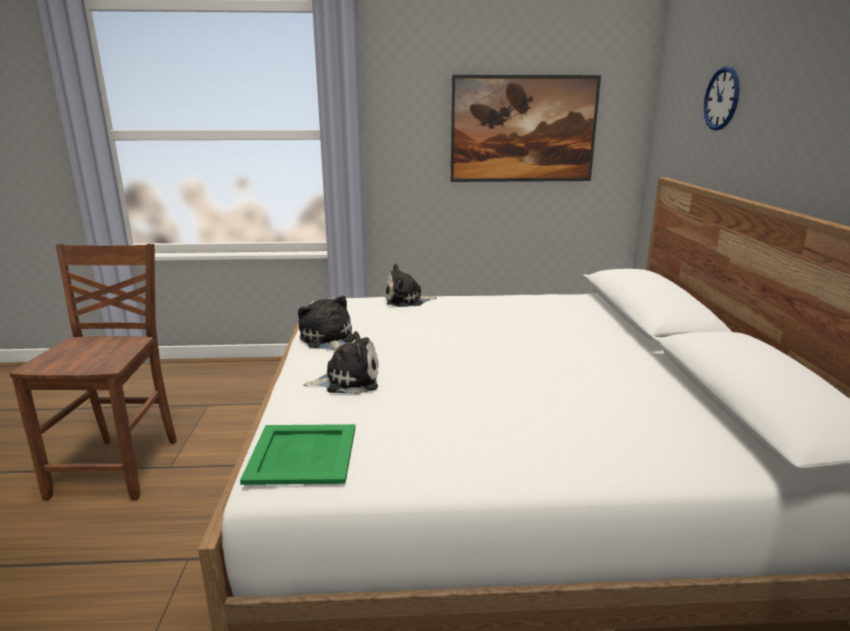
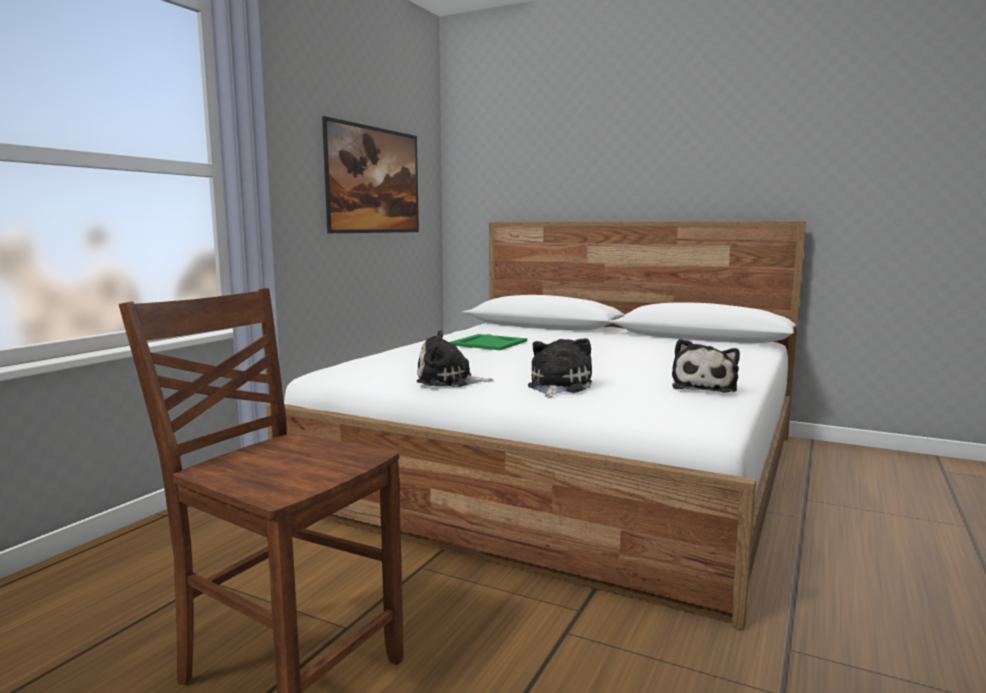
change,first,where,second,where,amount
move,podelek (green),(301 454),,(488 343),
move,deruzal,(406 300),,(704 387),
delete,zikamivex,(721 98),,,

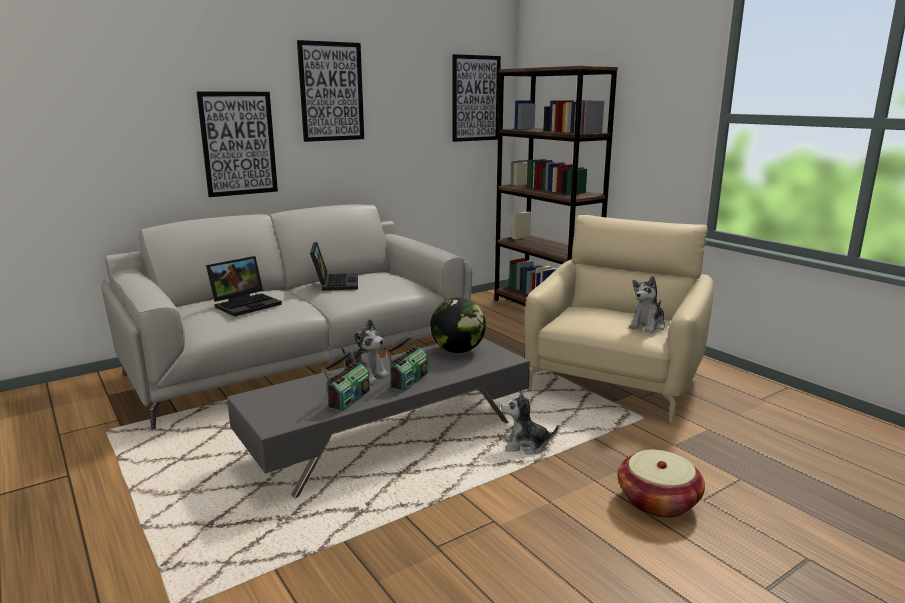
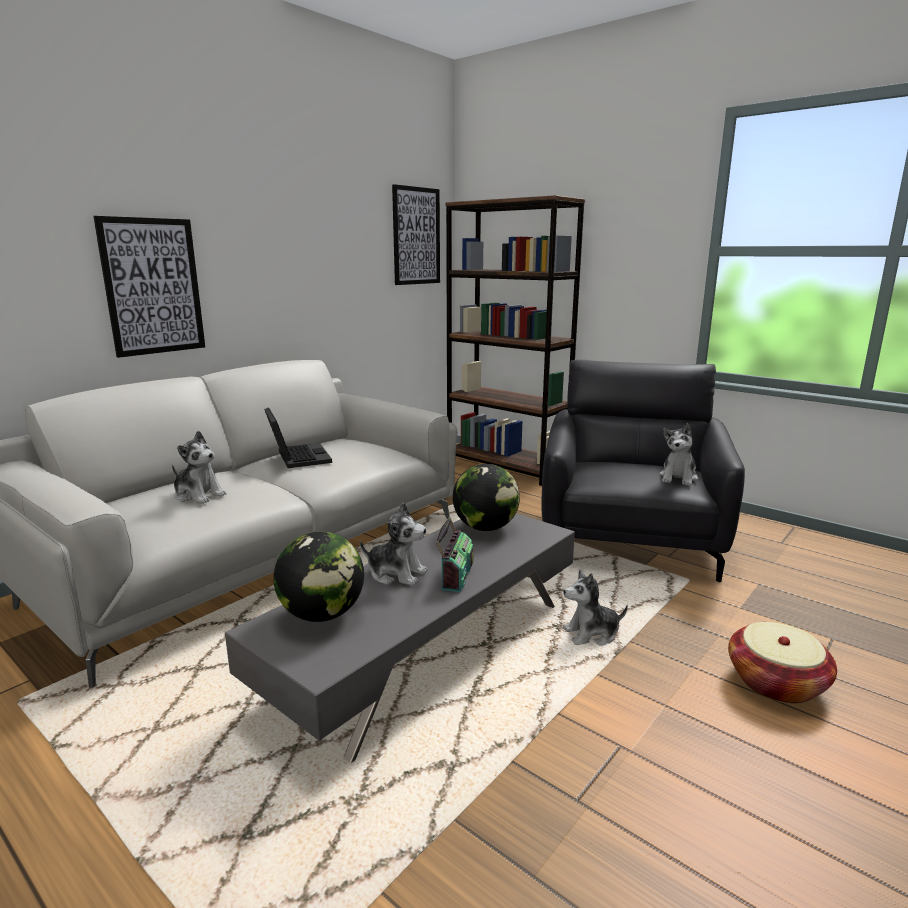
change,first,where,second,where,amount
replace,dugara,(247 304),deruzal,(199 495),
delete,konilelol,(331 92),,,
delete,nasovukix,(348 399),,,
recolor,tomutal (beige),(614 381),tomutal (black),(630 540),
insert,,,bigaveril,(322 614),

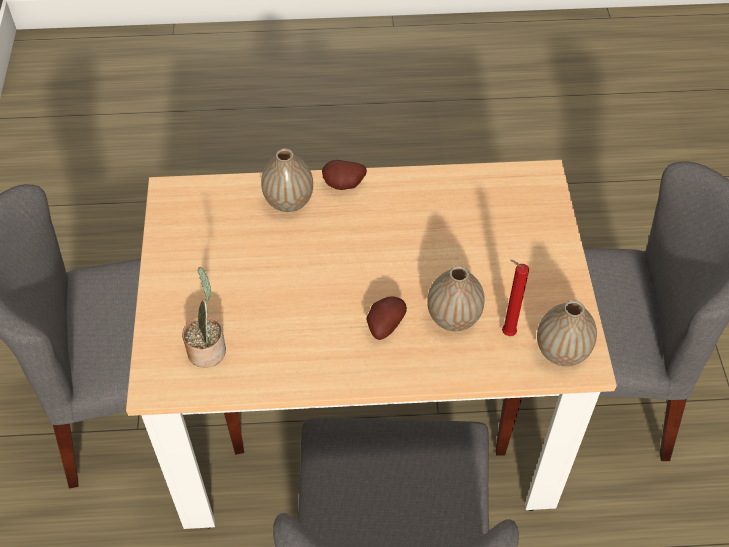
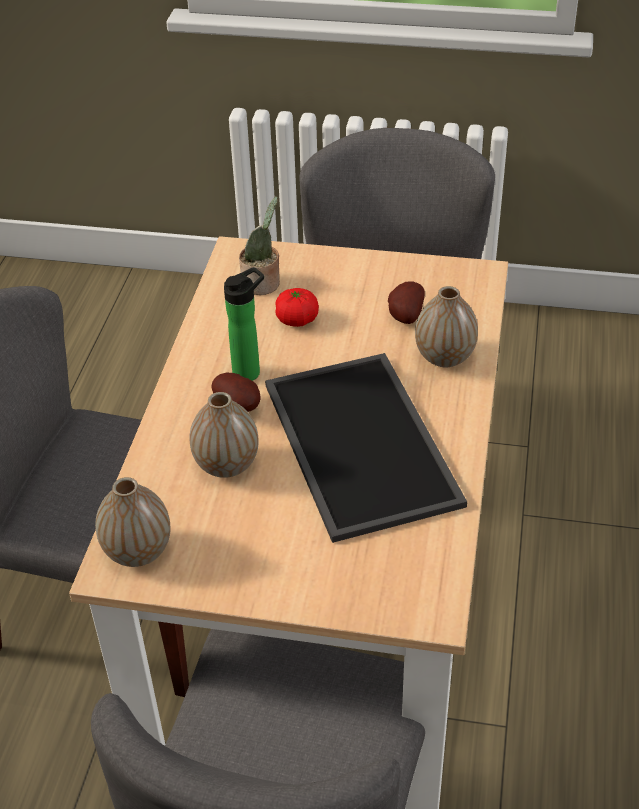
change,first,where,second,where,amount
move,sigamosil,(344 186),,(404 316),
delete,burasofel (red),(506 333),,,
insert,,,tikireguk,(250 371),
insert,,,podelek,(365 444),
insert,,,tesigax,(297 320),

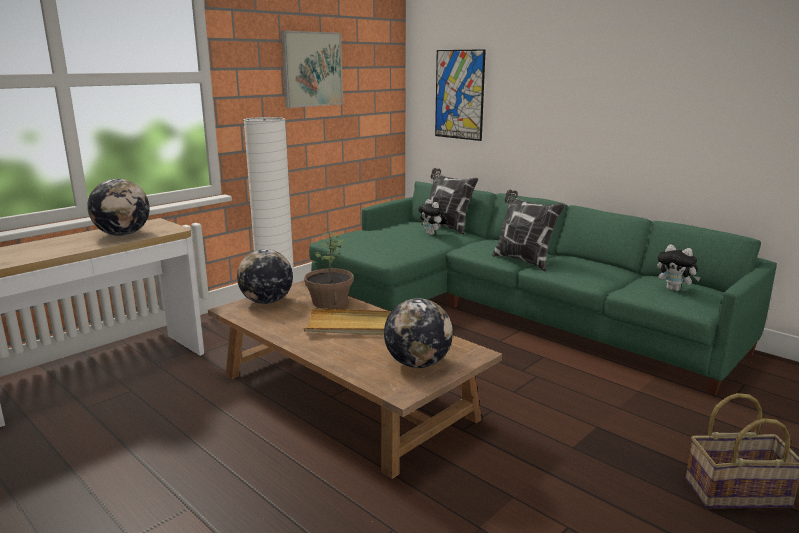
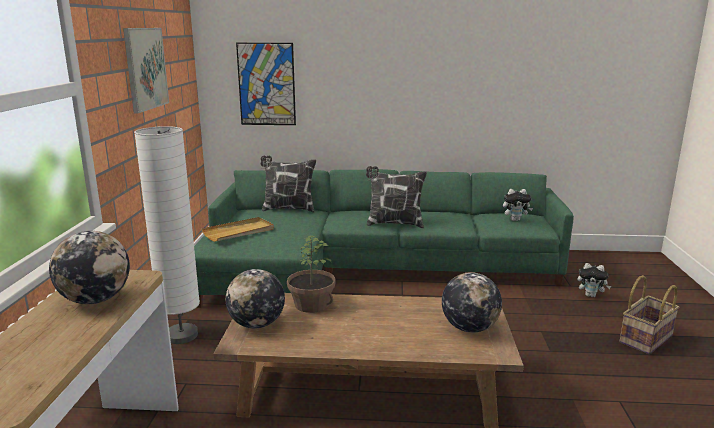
change,first,where,second,where,amount
move,podelek (beige),(352 326),,(239 232),
move,deruzal,(432 234),,(591 295),

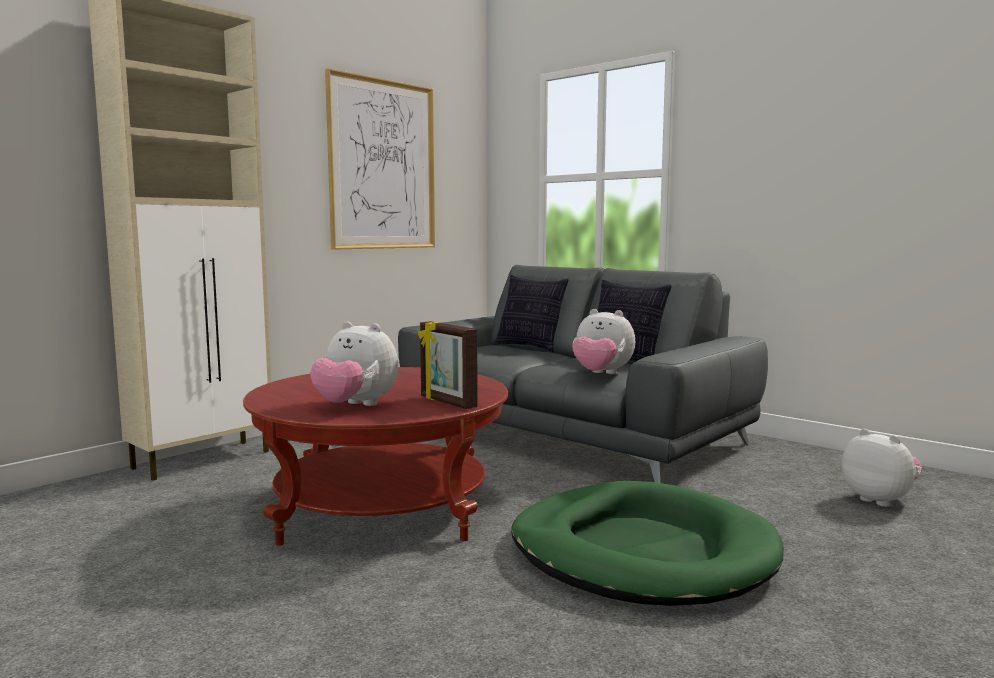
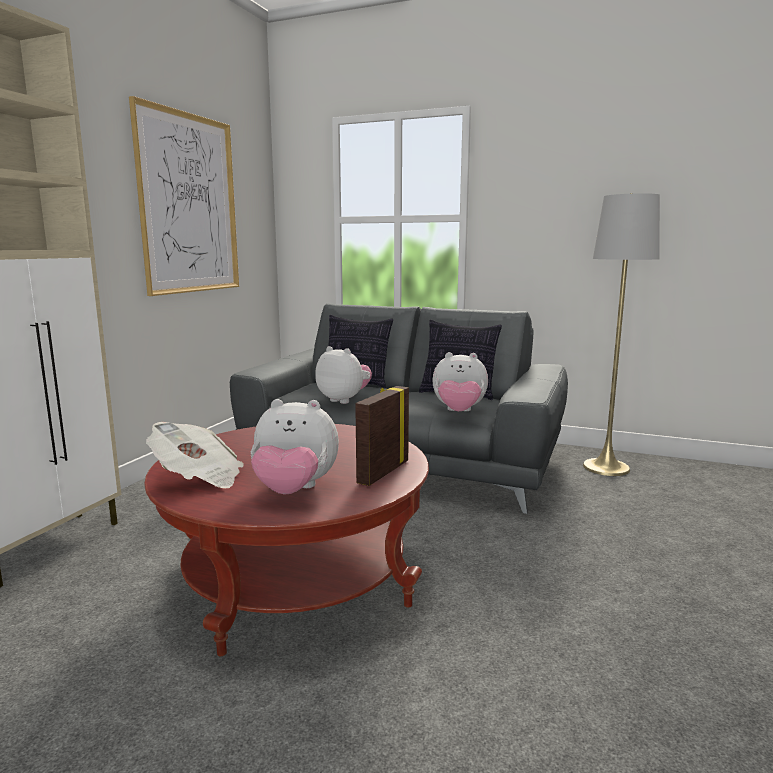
change,first,where,second,where,amount
rotate,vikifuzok,(447 402),,(382 472),90 degrees clockwise
delete,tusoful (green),(641 552),,,
move,deruzal,(880 500),,(344 400),
insert,,,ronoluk,(199 477),
insert,,,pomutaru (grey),(606 467),

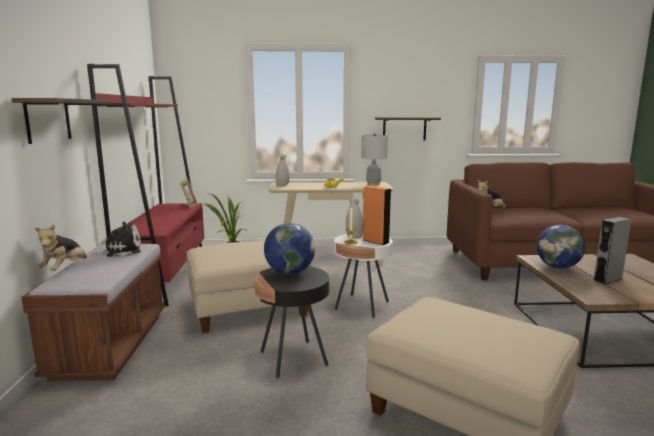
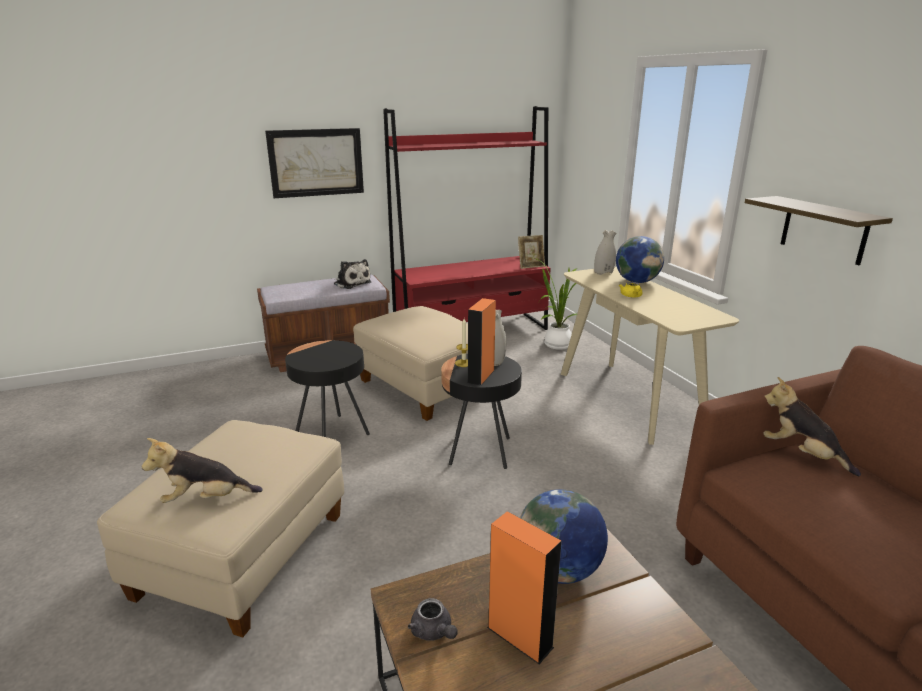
change,first,where,second,where,amount
replace,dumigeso,(48 120),konilelol,(316 162),
move,deruzal,(64 269),,(206 499),
move,bigaveril,(289 272),,(637 281),
recolor,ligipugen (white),(362 305),ligipugen (black),(480 451),
delete,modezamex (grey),(373 184),,,
recolor,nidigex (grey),(607 279),nidigex (orange),(519 637),
insert,,,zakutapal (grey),(433 632),

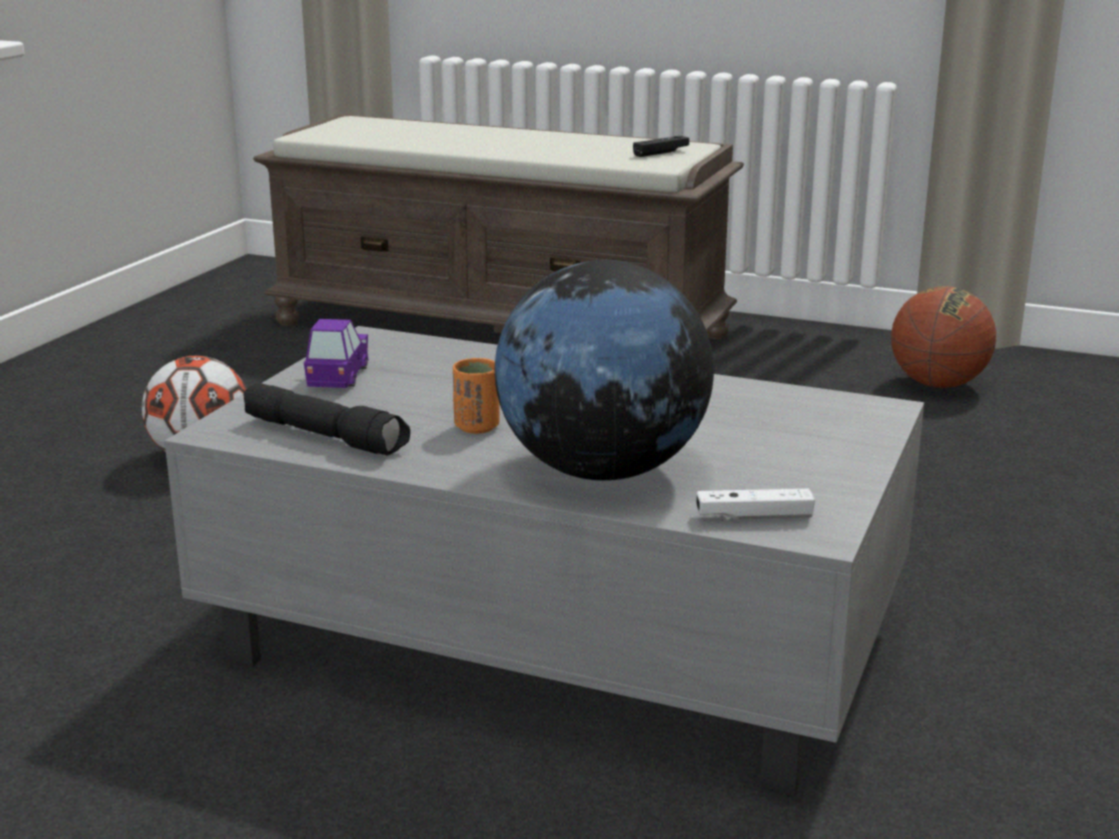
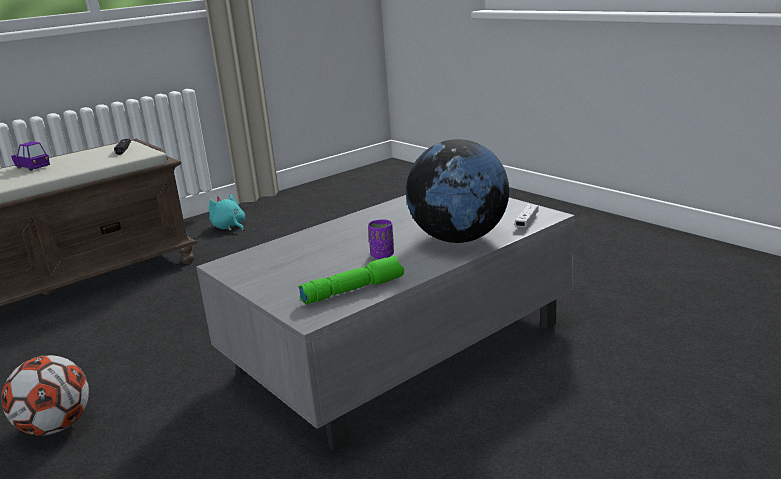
change,first,where,second,where,amount
recolor,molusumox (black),(327 436),molusumox (green),(353 290),
move,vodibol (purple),(338 376),,(32 167),
recolor,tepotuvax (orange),(477 427),tepotuvax (purple),(382 255),
delete,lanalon,(938 384),,,
insert,,,deruzal (turquoise),(229 227),

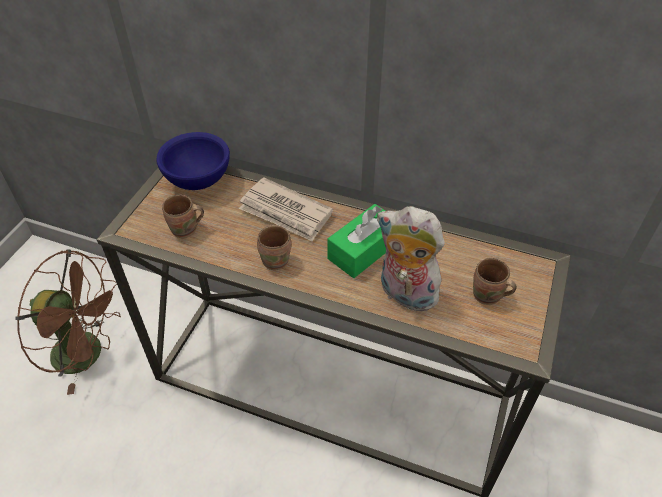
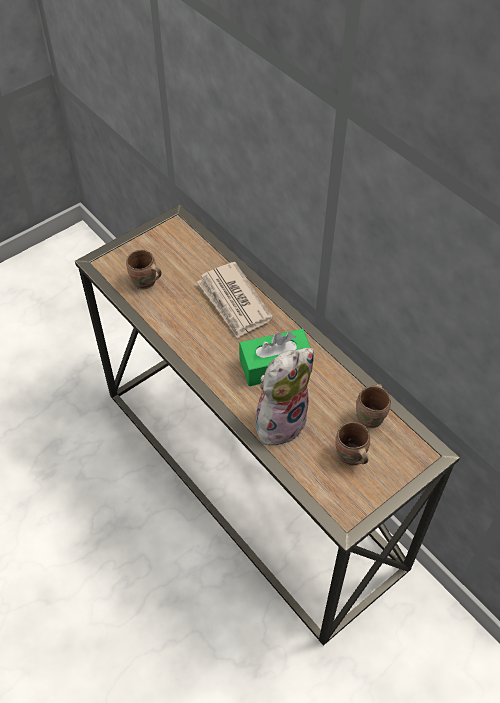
change,first,where,second,where,amount
delete,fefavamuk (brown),(88 354),,,
delete,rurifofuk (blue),(198 181),,,
move,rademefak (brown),(277 259),,(372 417),
rotate,deruzal,(404 294),,(280 420),75 degrees clockwise

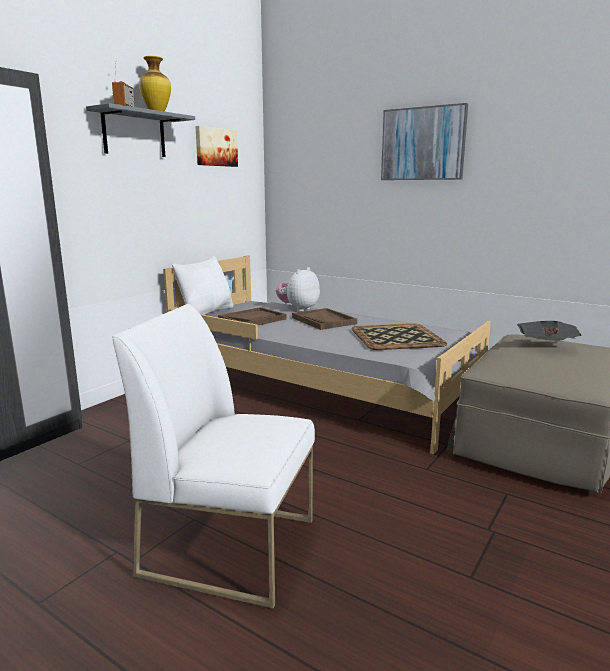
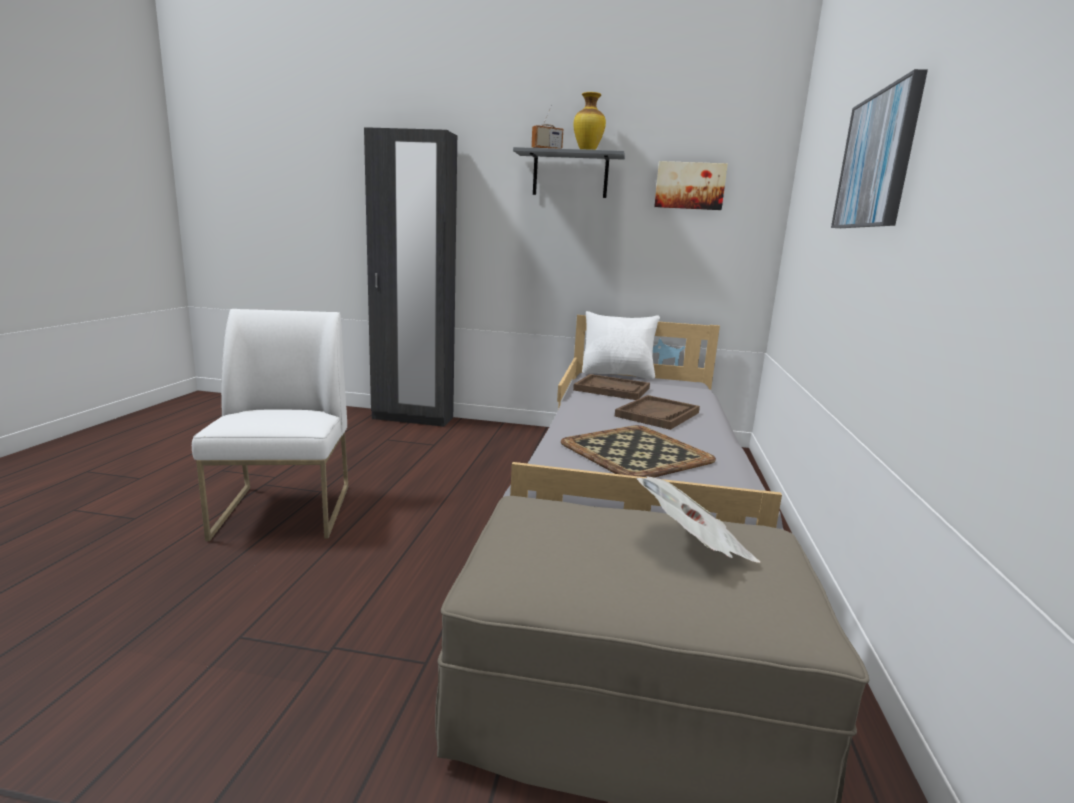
change,first,where,second,where,amount
delete,deruzal,(298 309),,,

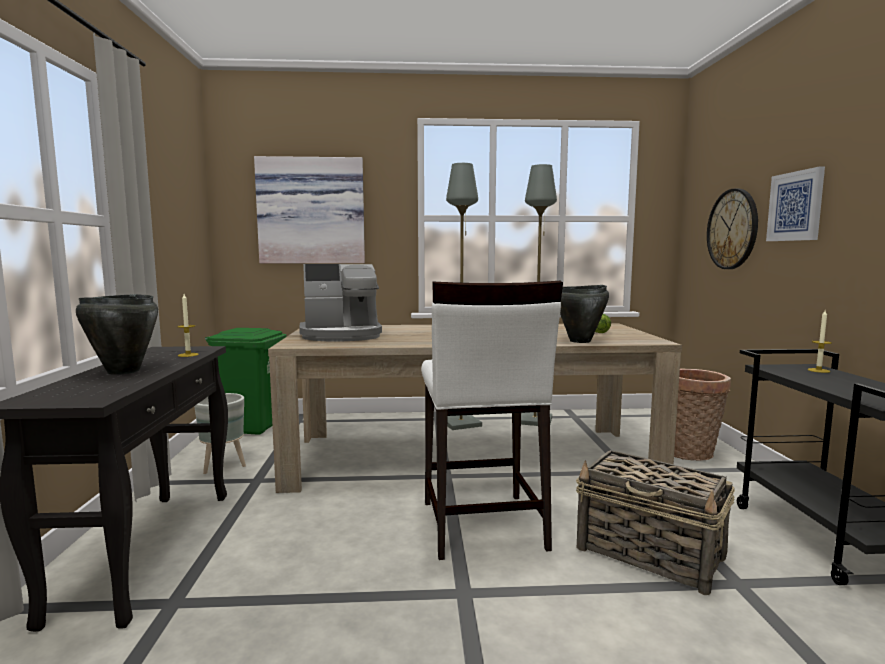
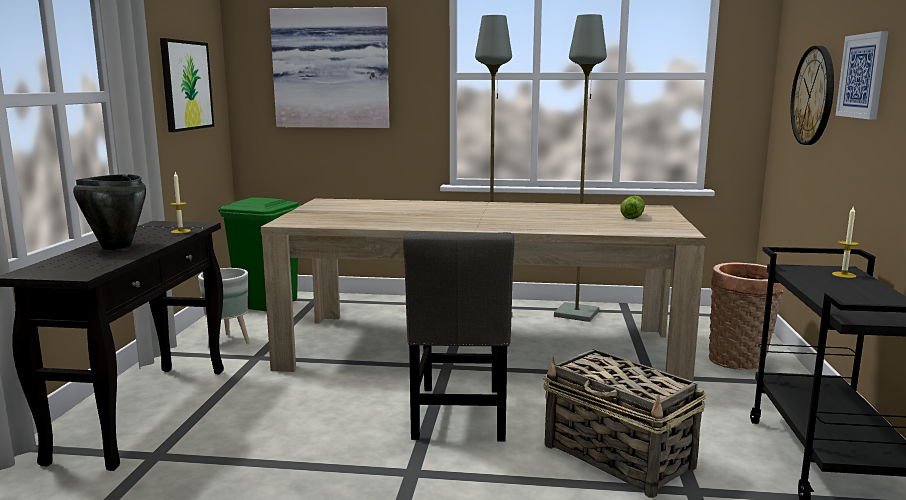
change,first,where,second,where,amount
delete,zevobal,(342 335),,,
replace,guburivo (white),(482 525),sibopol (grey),(459 416),
delete,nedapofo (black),(580 341),,,
insert,,,konilelol,(186 85),

